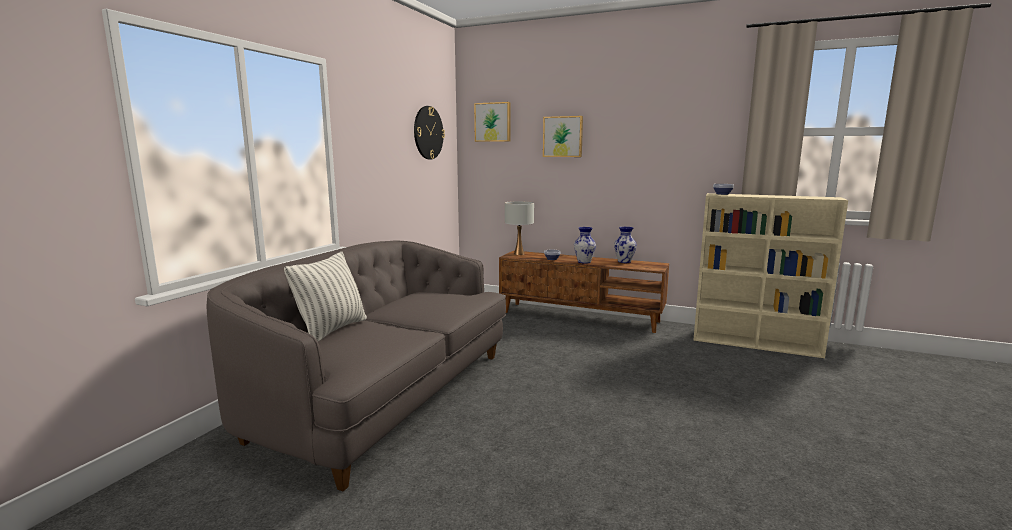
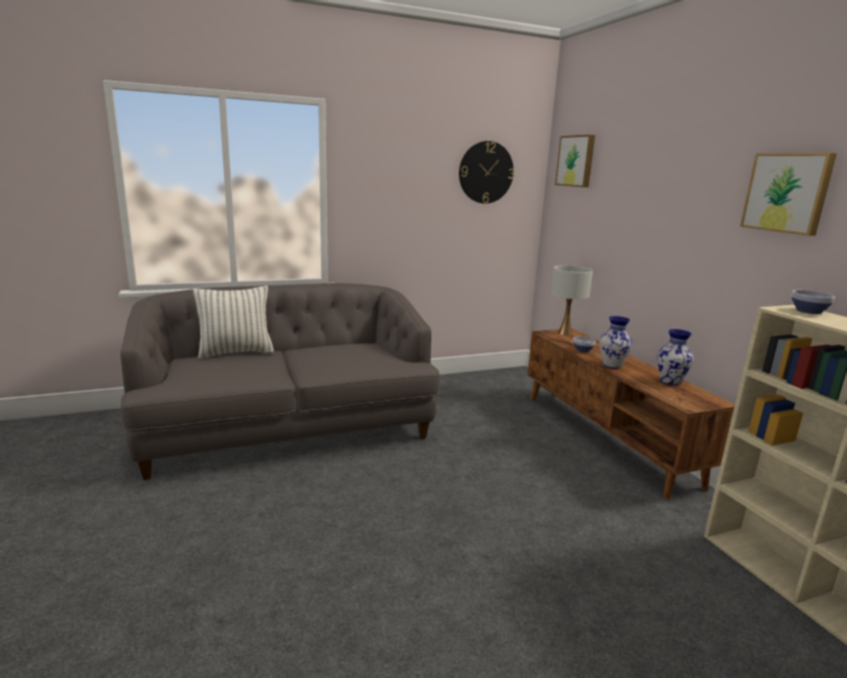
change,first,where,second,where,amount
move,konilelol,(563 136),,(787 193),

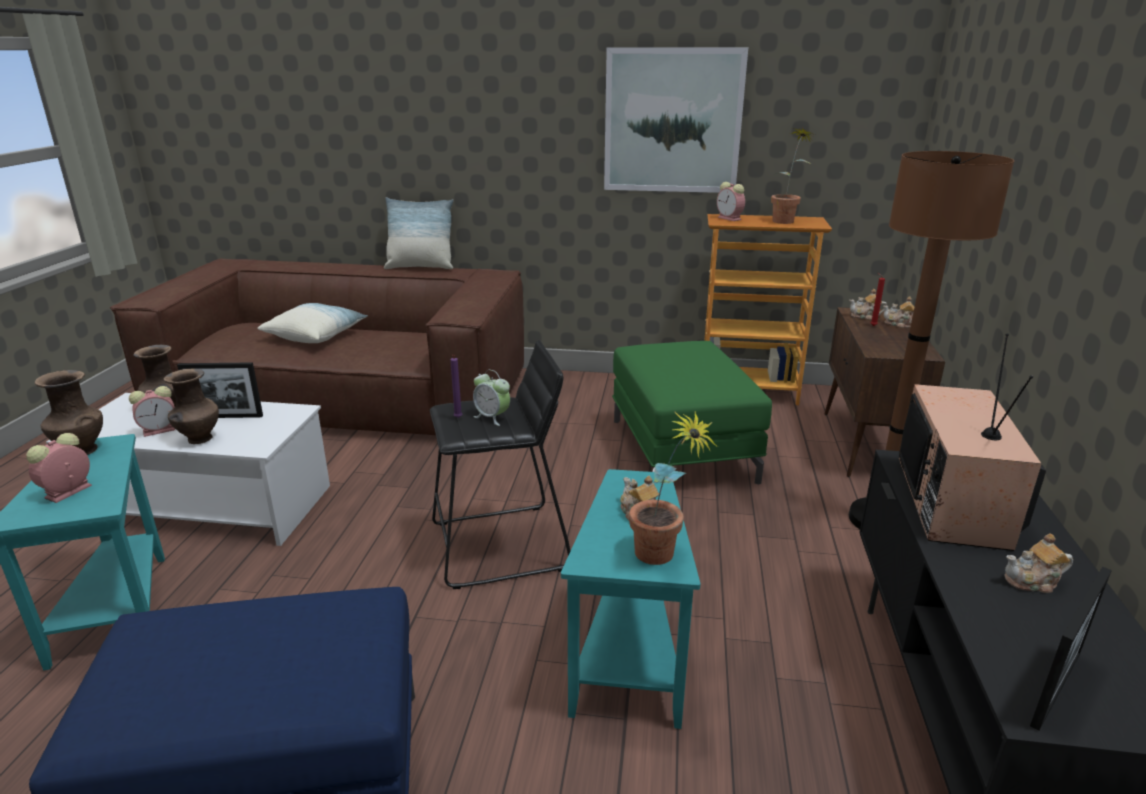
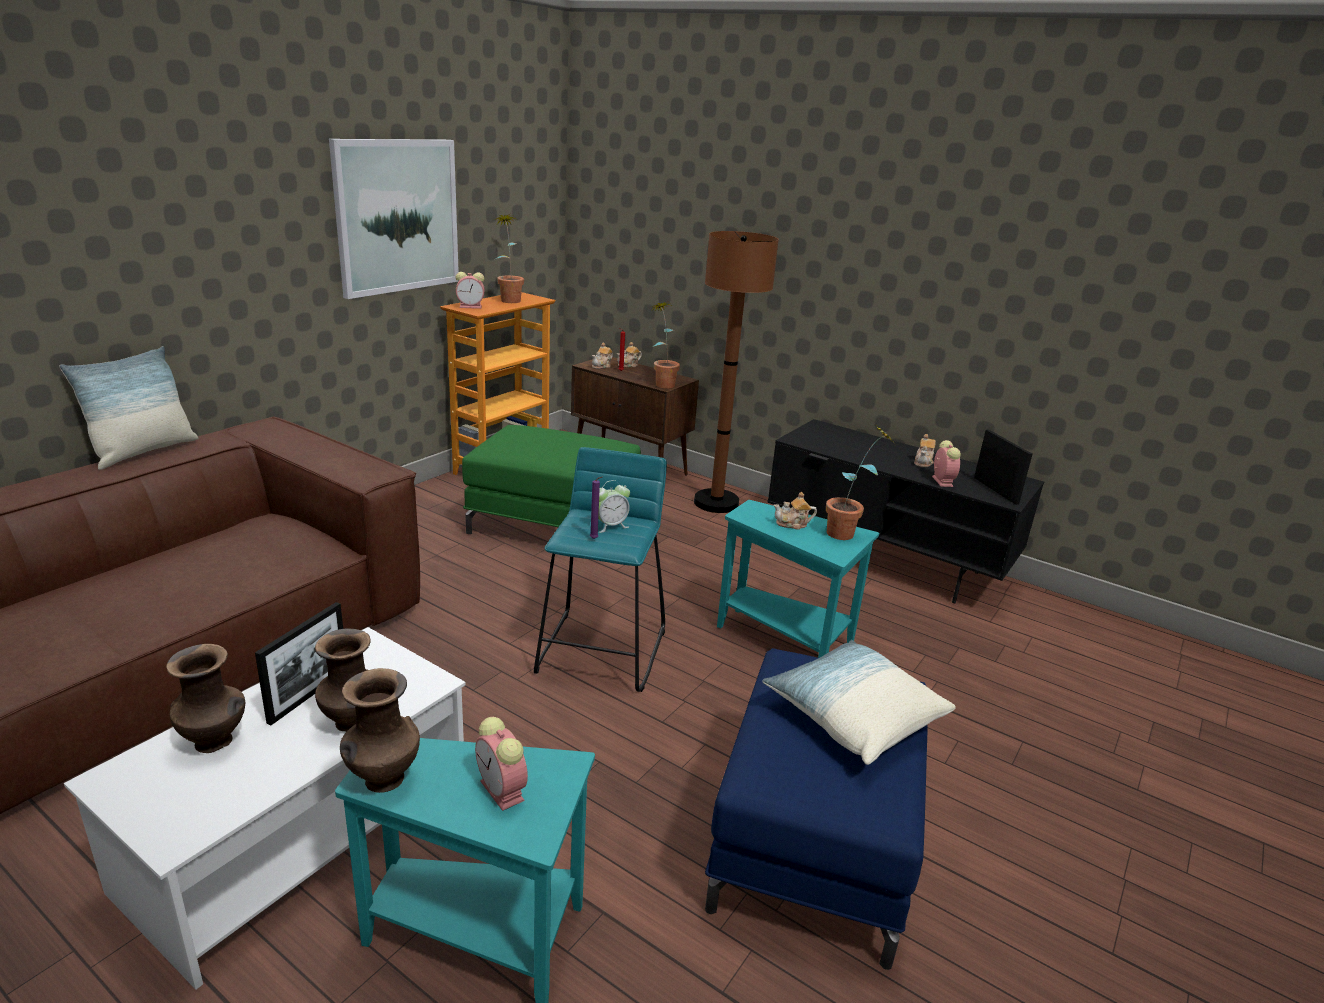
change,first,where,second,where,amount
move,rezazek,(160 430),,(941 481),
move,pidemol,(316 335),,(853 717),
recolor,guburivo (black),(500 546),guburivo (turquoise),(602 651),
delete,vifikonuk,(955 502),,,
insert,,,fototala,(662 383),

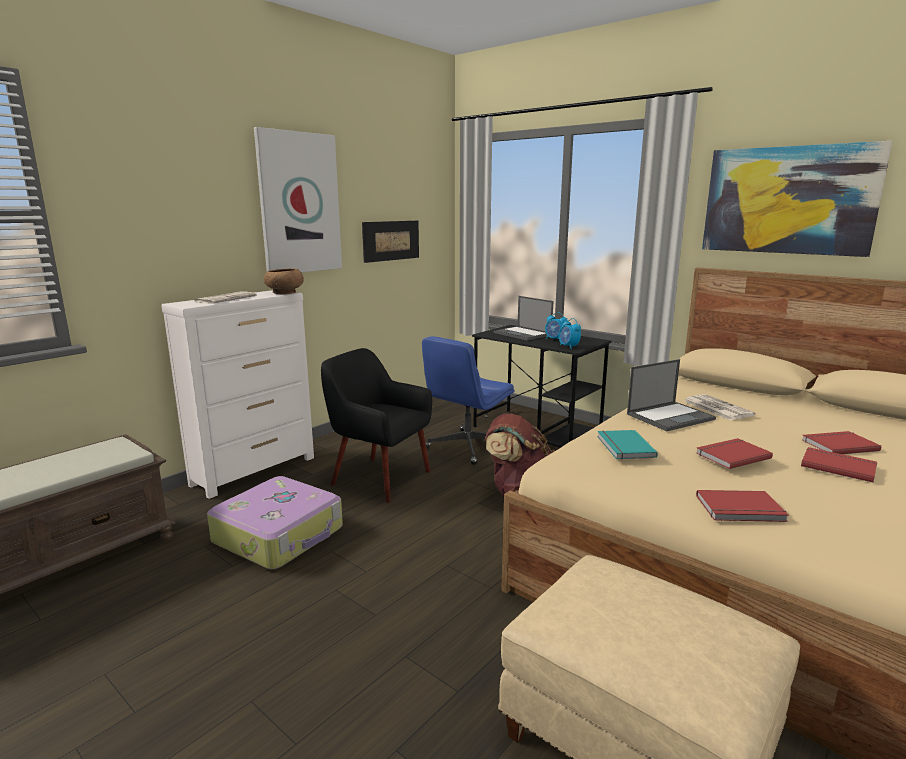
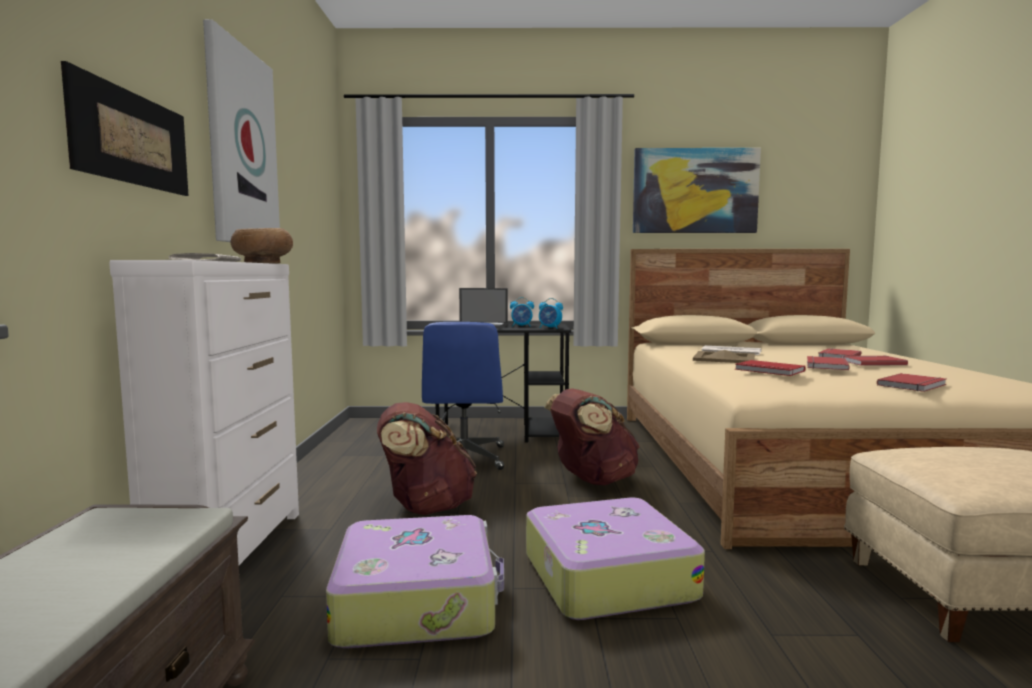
change,first,where,second,where,amount
replace,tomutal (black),(379 478),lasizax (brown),(426 507),
move,konilelol,(391 240),,(132 139),
recolor,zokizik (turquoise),(623 447),zokizik (red),(769 371),
replace,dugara,(670 416),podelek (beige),(723 358),
insert,,,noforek,(606 576),

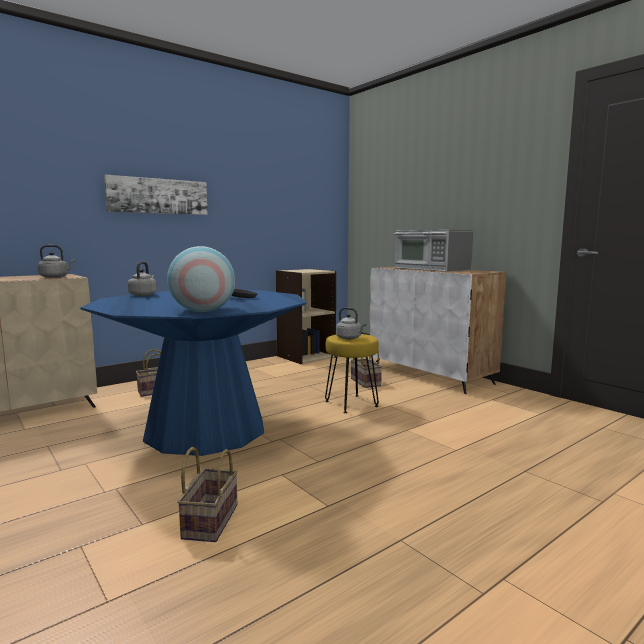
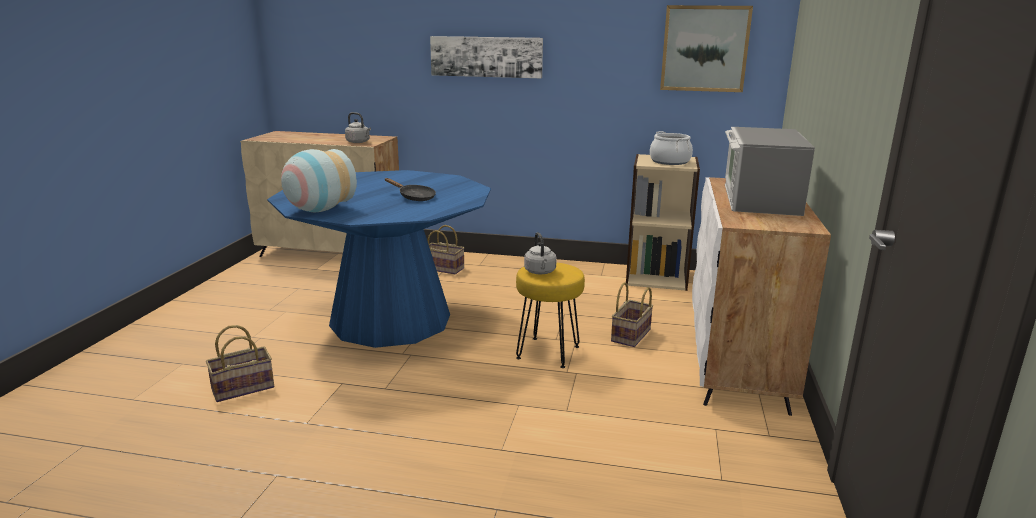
change,first,where,second,where,amount
delete,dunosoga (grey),(143 295),,,
insert,,,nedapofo,(670 161),
insert,,,konilelol,(704 48),

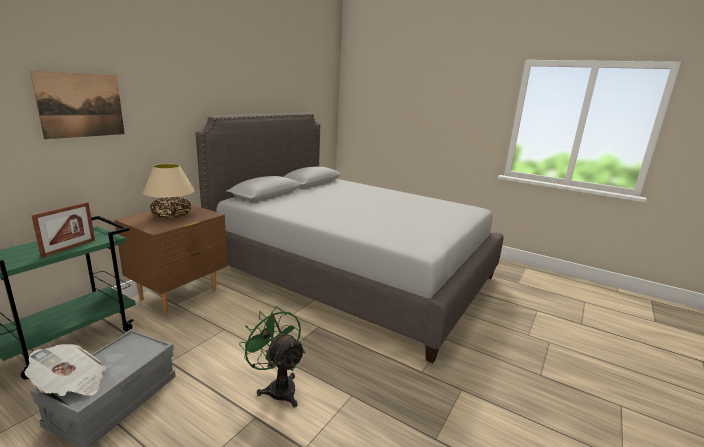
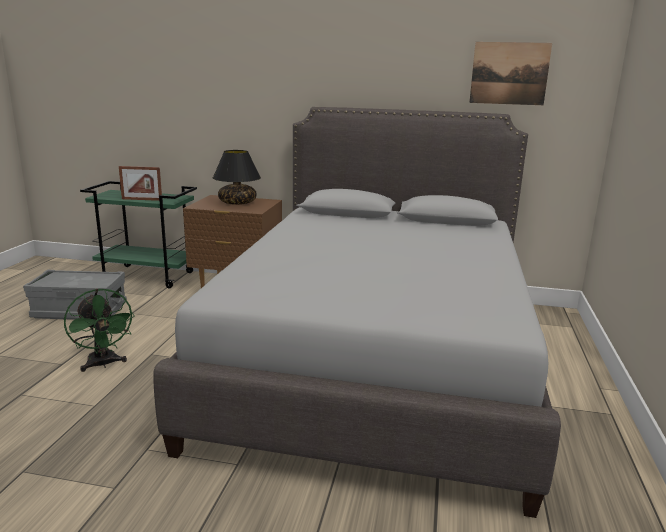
change,first,where,second,where,amount
delete,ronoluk,(71 384),,,
move,konilelol,(81 105),,(509 73),
recolor,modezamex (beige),(171 215),modezamex (black),(237 203),
rotate,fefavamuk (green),(278 387),,(103 364),120 degrees clockwise

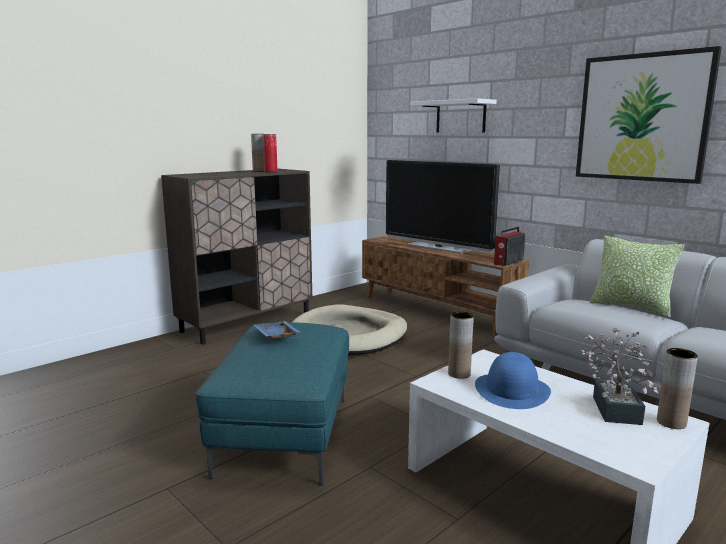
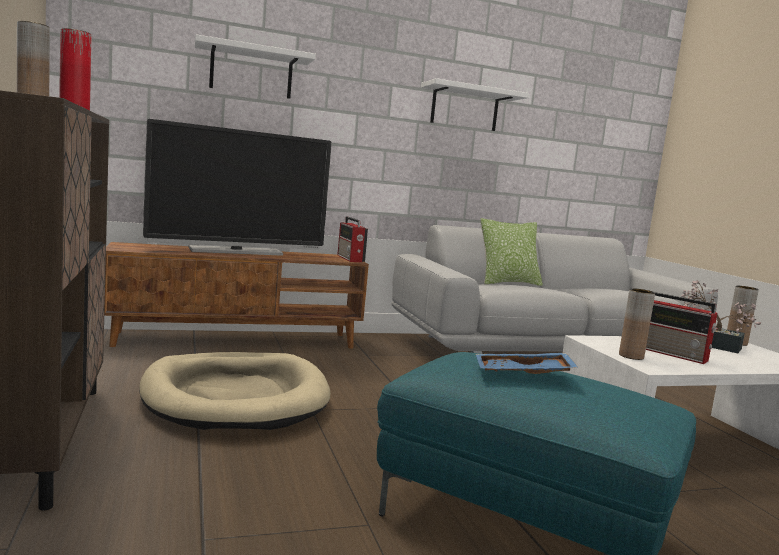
change,first,where,second,where,amount
replace,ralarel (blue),(512 390),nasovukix,(674 354),
replace,konilelol,(642 118),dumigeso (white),(464 108),

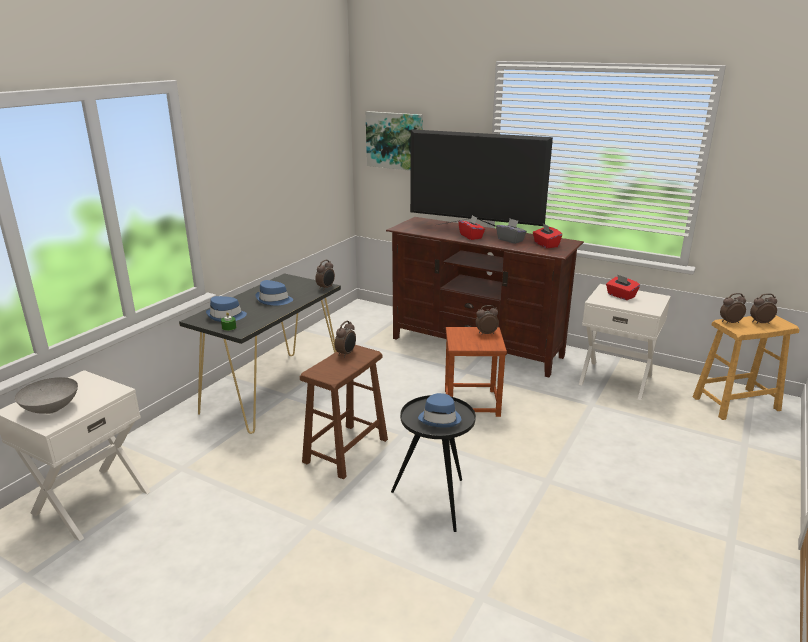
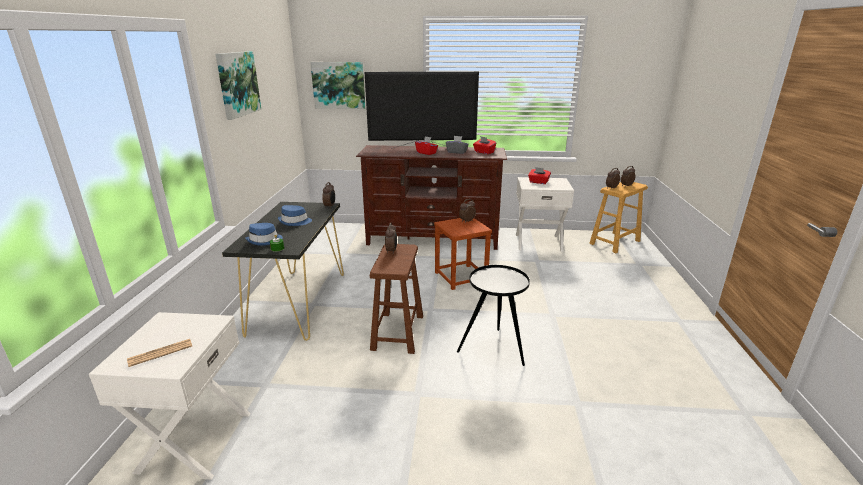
change,first,where,second,where,amount
replace,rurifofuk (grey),(52 409),ronoluk,(160 353),
delete,ralarel (blue),(440 418),,,
insert,,,konilelol,(237 84),

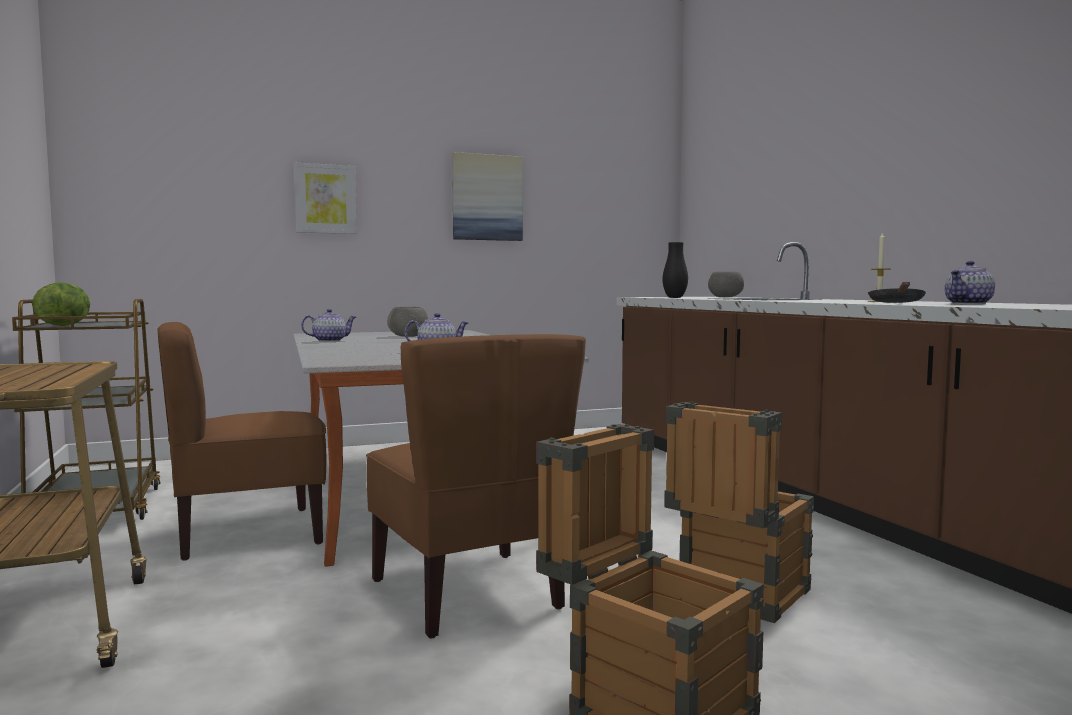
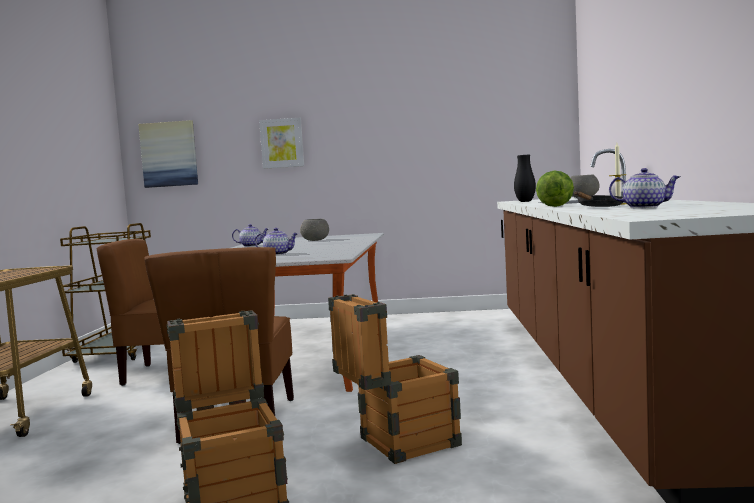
change,first,where,second,where,amount
move,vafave,(65 325),,(555 206),
move,konilelol,(487 197),,(169 154),
rotate,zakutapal,(969 304),,(645 207),150 degrees counterclockwise

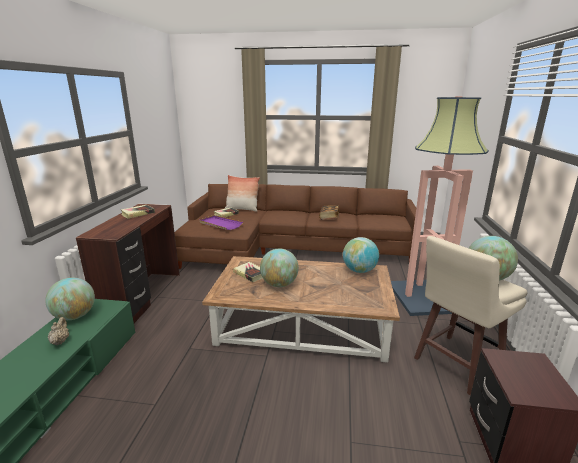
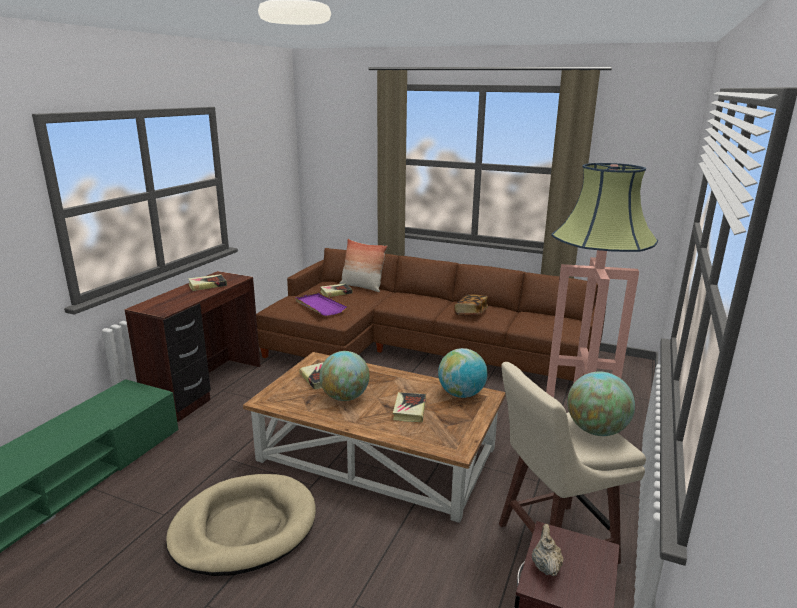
change,first,where,second,where,amount
delete,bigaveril,(75 316),,,
move,zakutapal (beige),(60 341),,(545 566),
insert,,,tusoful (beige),(244 528),
insert,,,zokizik,(409 410),

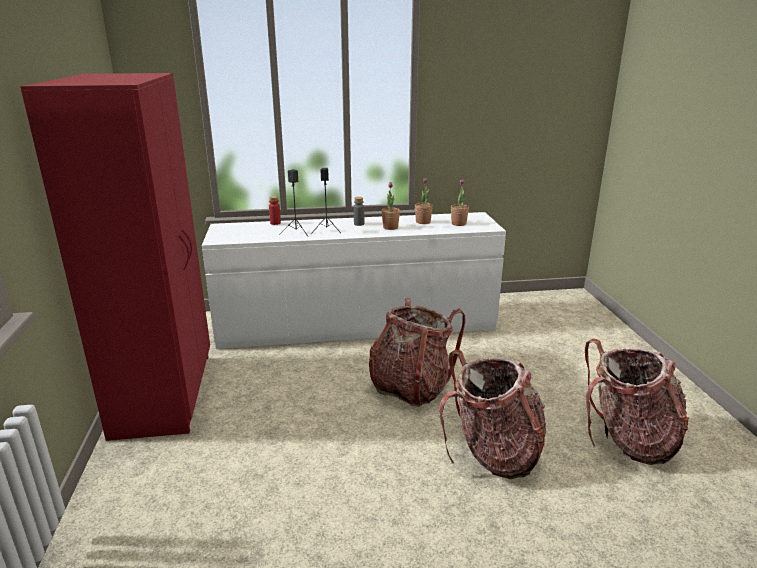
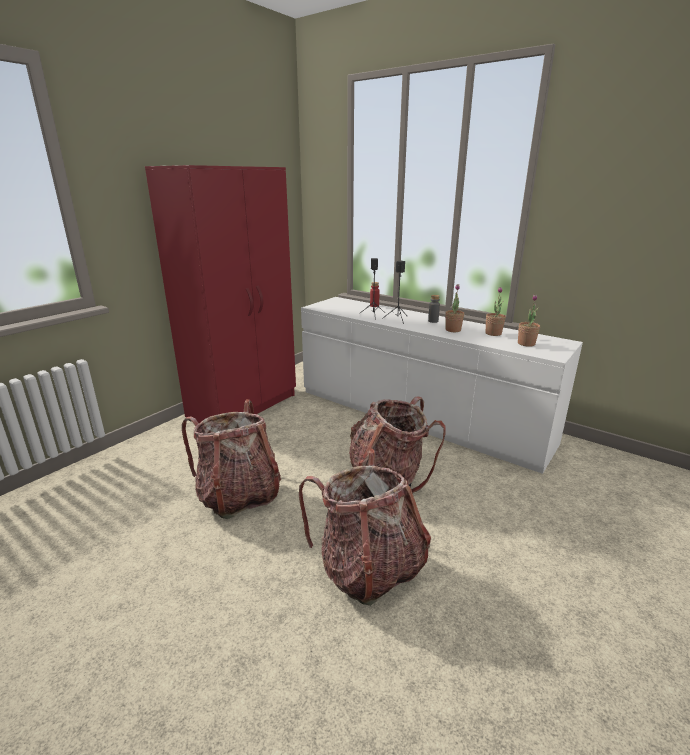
change,first,where,second,where,amount
move,lasizax,(628 441),,(238 495),

